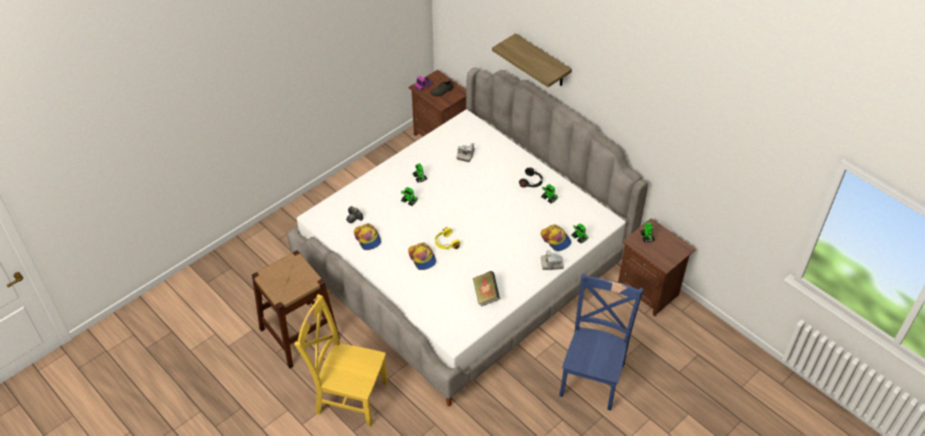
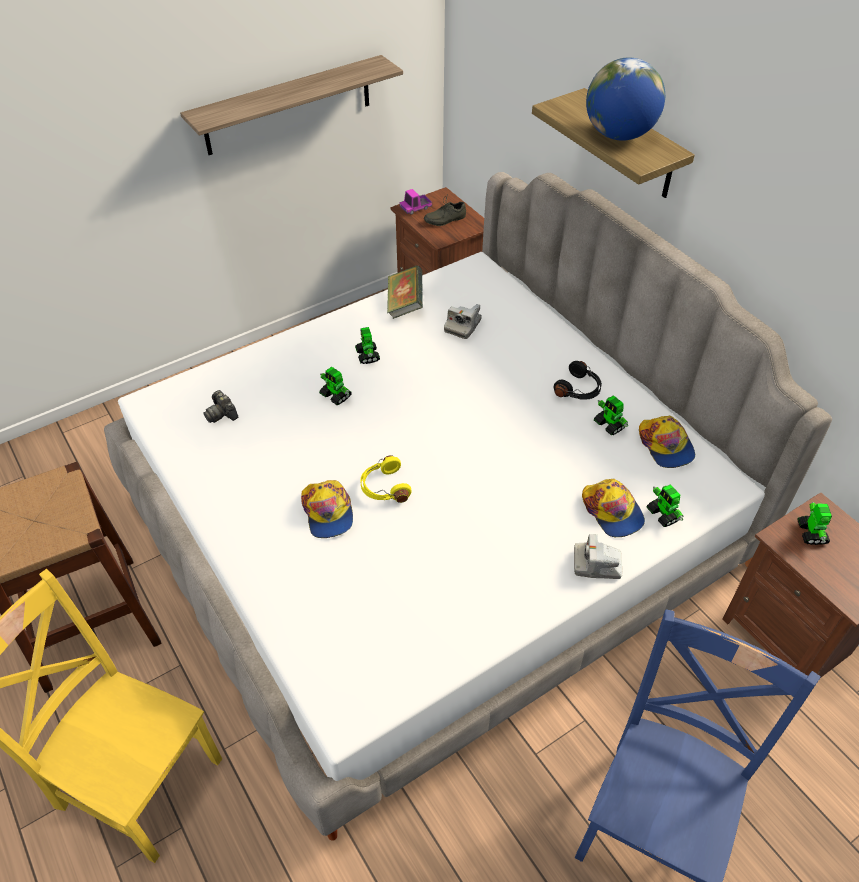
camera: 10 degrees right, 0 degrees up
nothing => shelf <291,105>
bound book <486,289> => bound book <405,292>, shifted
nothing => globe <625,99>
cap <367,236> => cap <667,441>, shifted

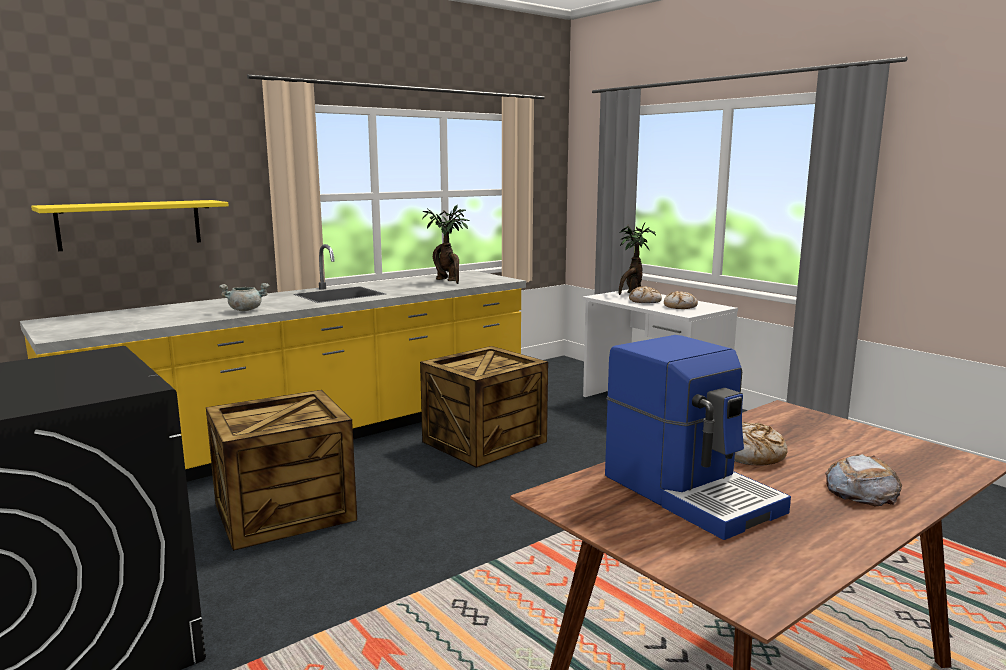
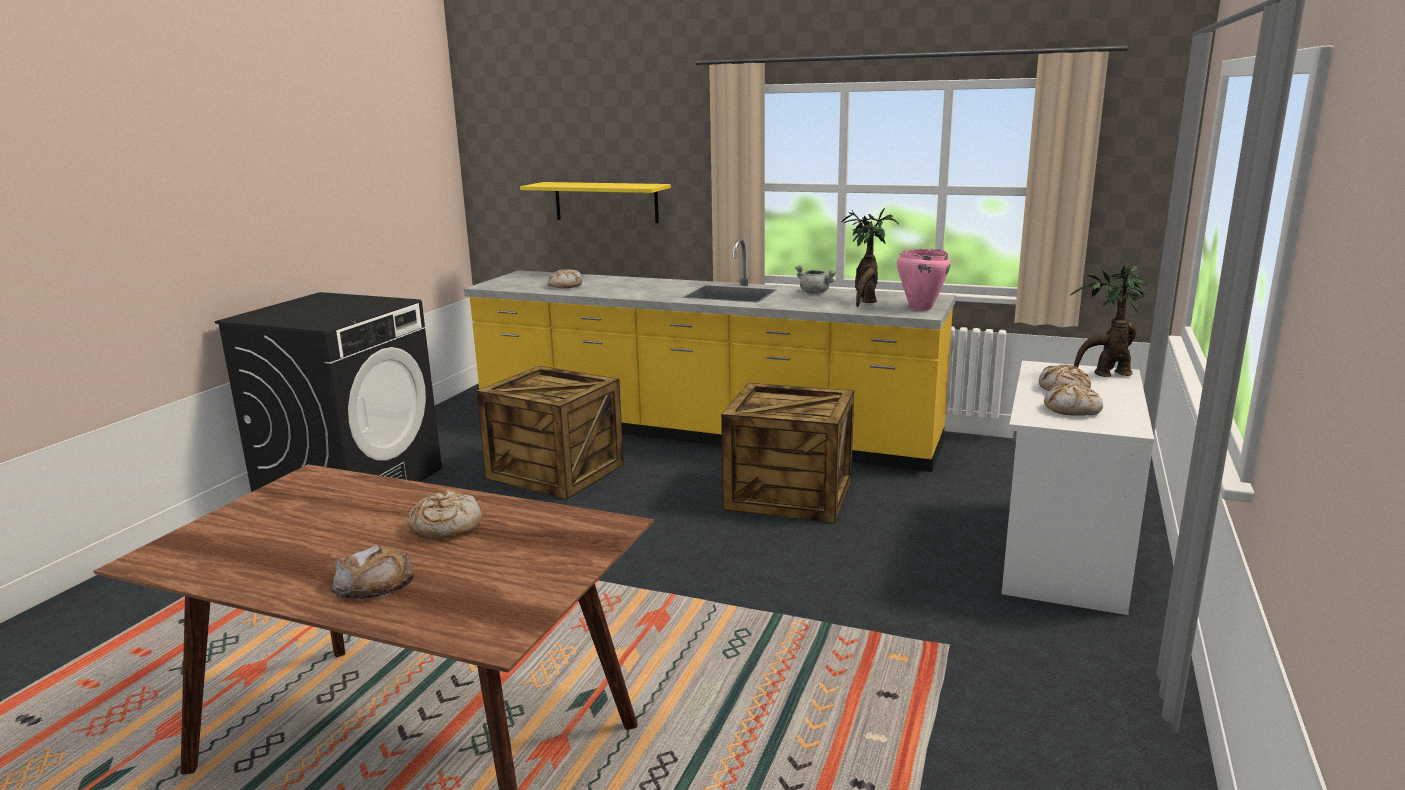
camera: 60 degrees right, 5 degrees up
nothing => bakery bread <565,278>
cooking pot/gray <244,297> => cooking pot/gray <816,279>, shifted
nothing => cooking pot/pink <924,280>
coffee machine <698,437> => nothing

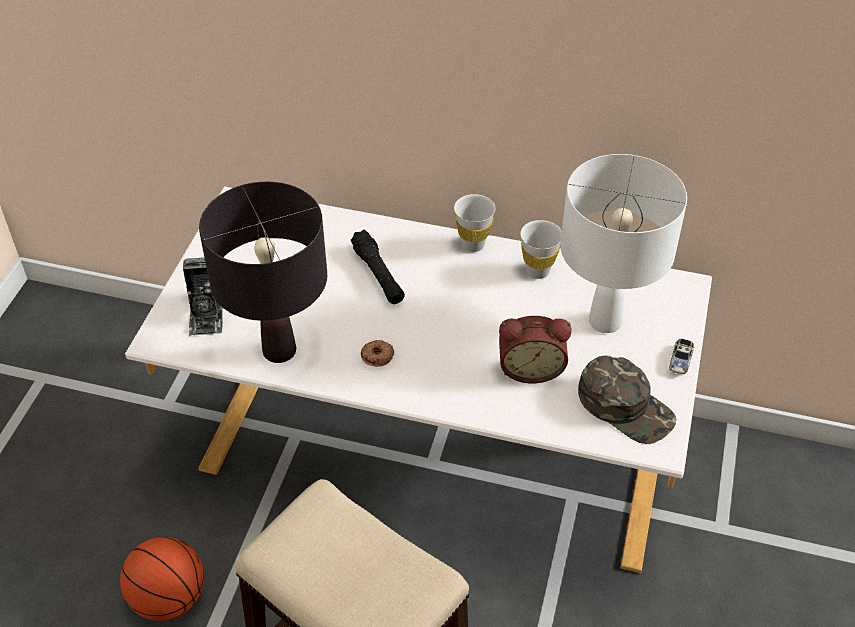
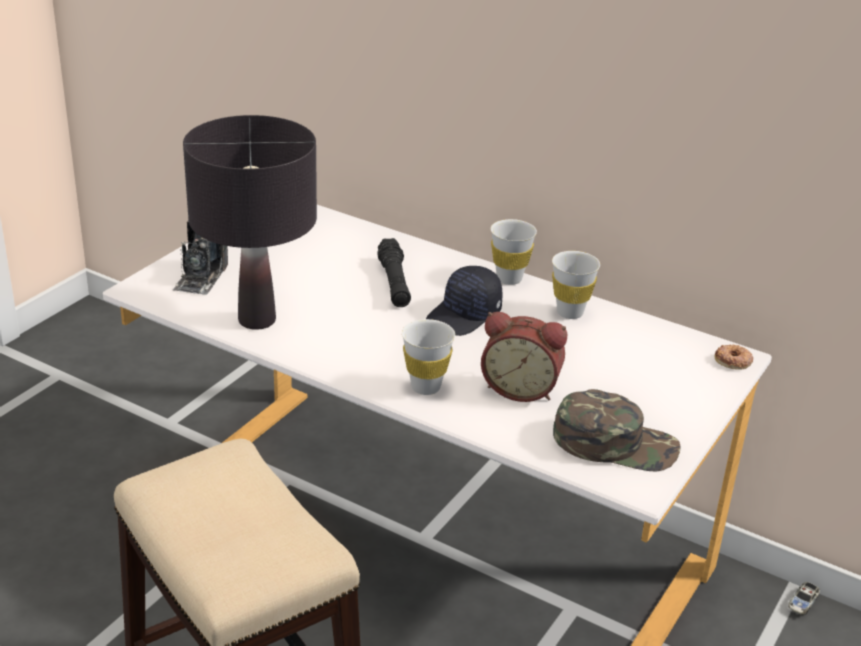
camera: 15 degrees right, 15 degrees down
nothing => drinking cup/whitish <428,357>
nothing => cap/black <464,301>
cap/green <627,399> => cap/green <617,430>, 45 degrees counterclockwise
ring doughnut <377,353> => ring doughnut <734,357>, shifted
miniature car <681,356> => miniature car <804,598>, shifted
ball for basketball <162,579> => nothing
tabletop lamp/whitish <623,243> => nothing

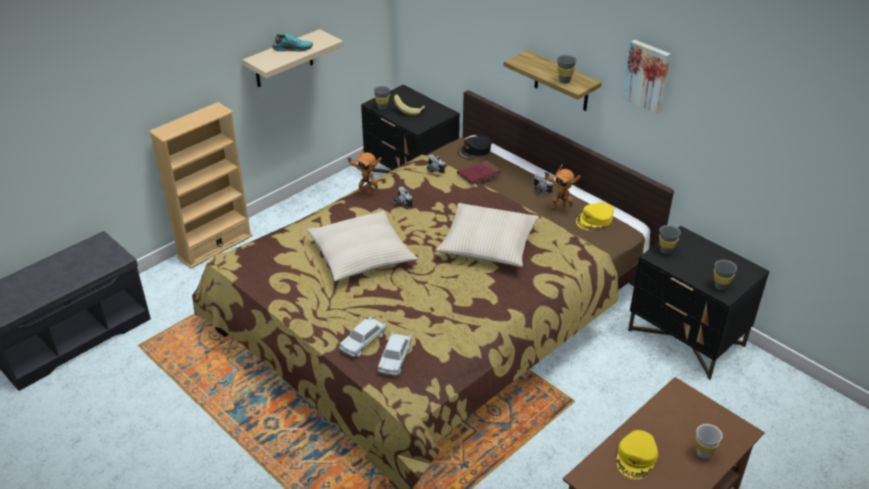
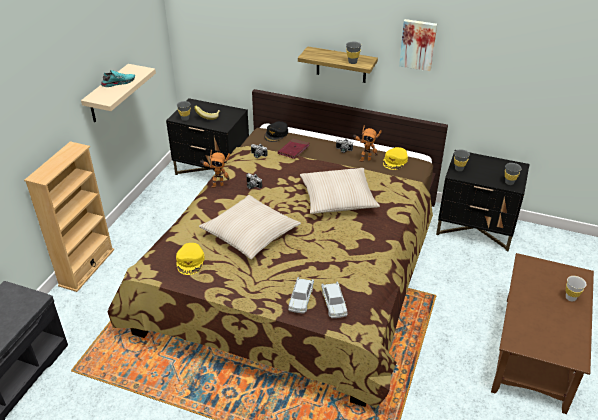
camera: 25 degrees left, 0 degrees up
cap/yellow-coloured <637,454> => cap/yellow-coloured <190,259>, shifted

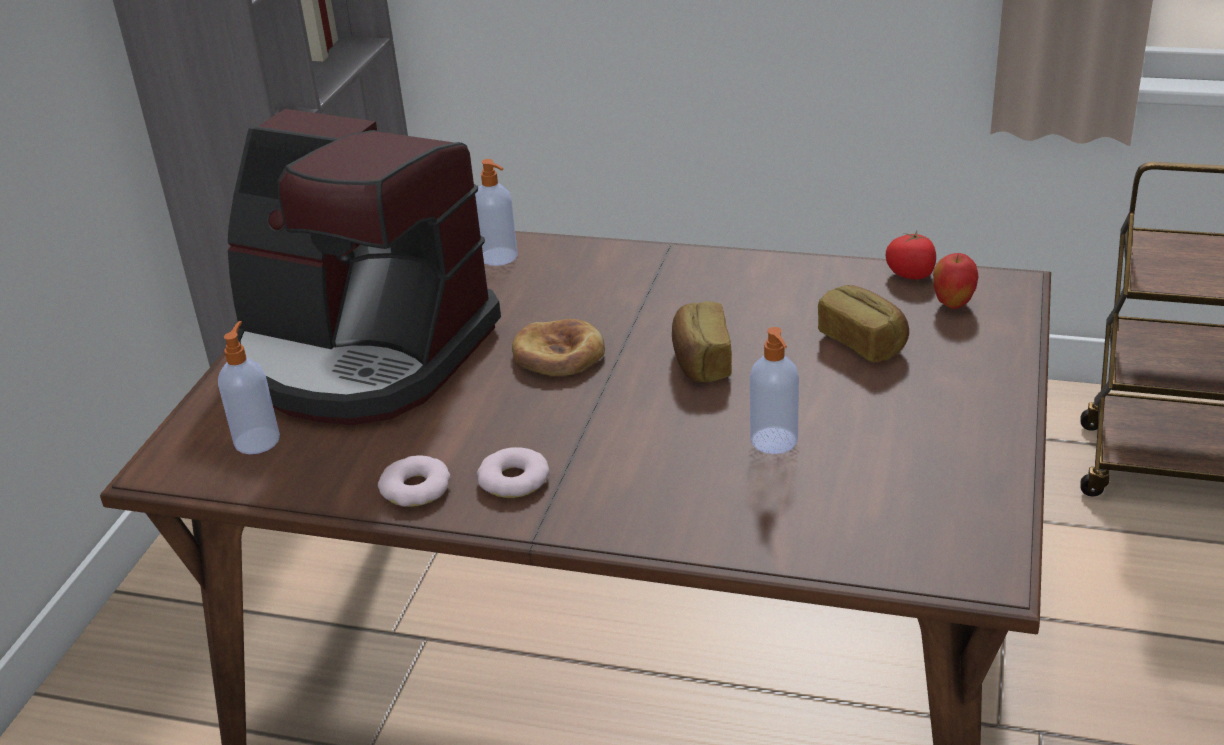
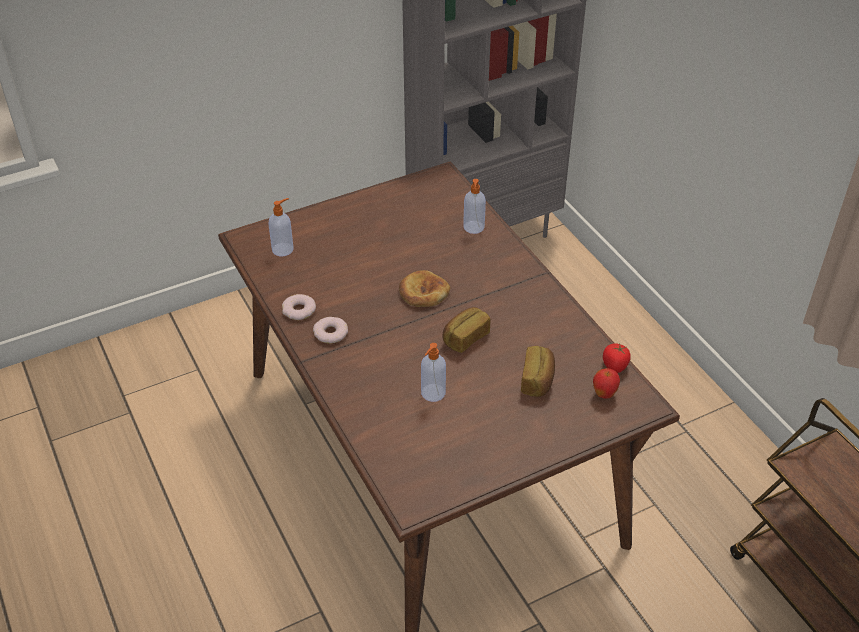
camera: 45 degrees right, 10 degrees up
coffee machine <363,267> => nothing

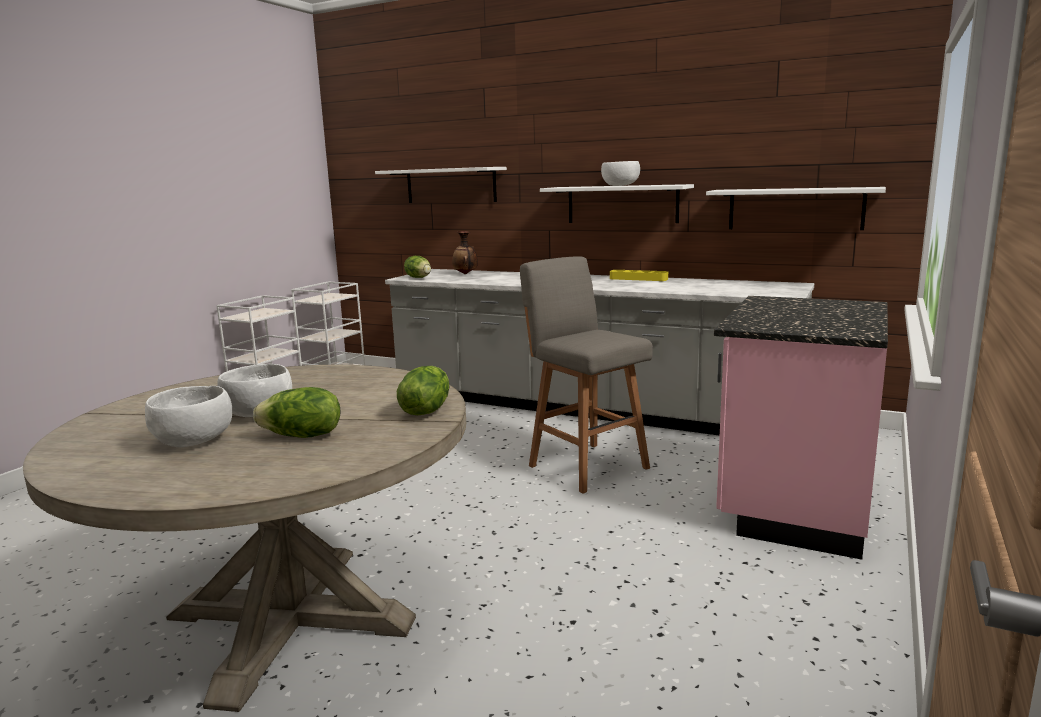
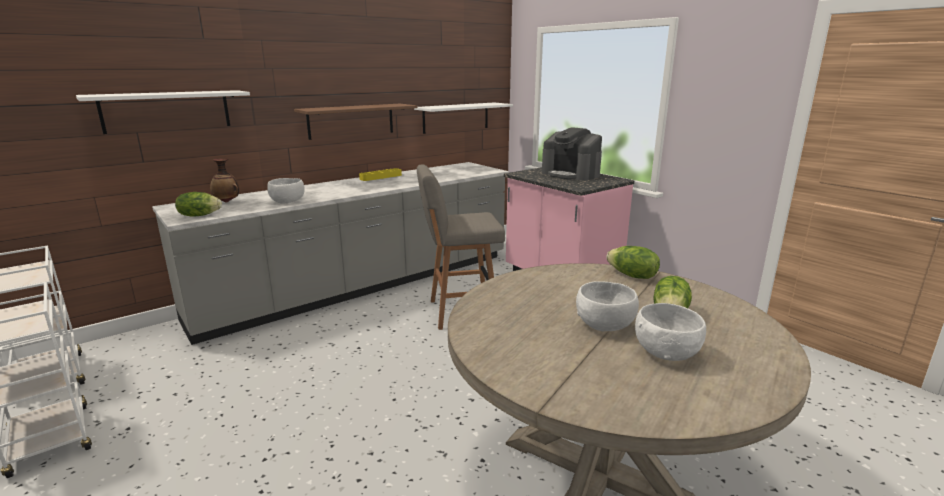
camera: 65 degrees left, 5 degrees up
serving bowl/whitish <620,173> => serving bowl/whitish <286,191>, shifted
shelf/whitish <617,203> => shelf/brownish <355,122>
nothing => coffee machine <572,154>

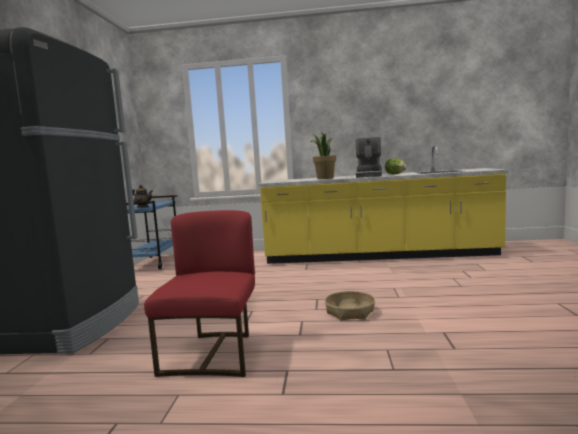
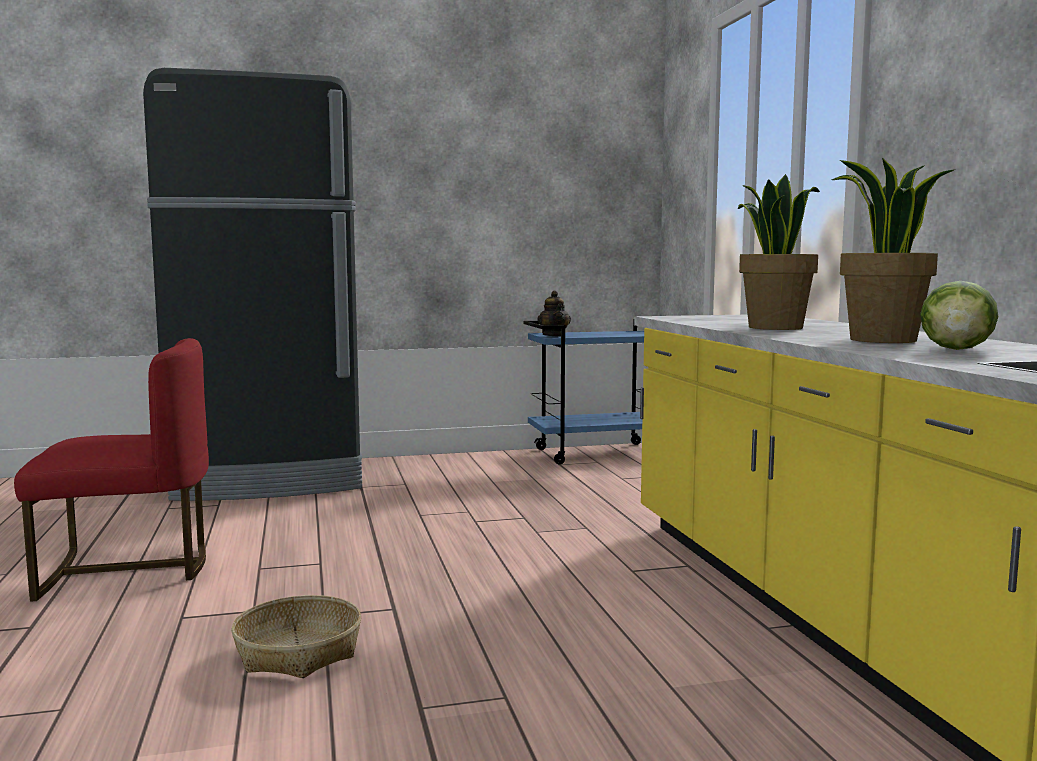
camera: 70 degrees right, 0 degrees up
coffee machine <369,157> => houseplant <893,250>

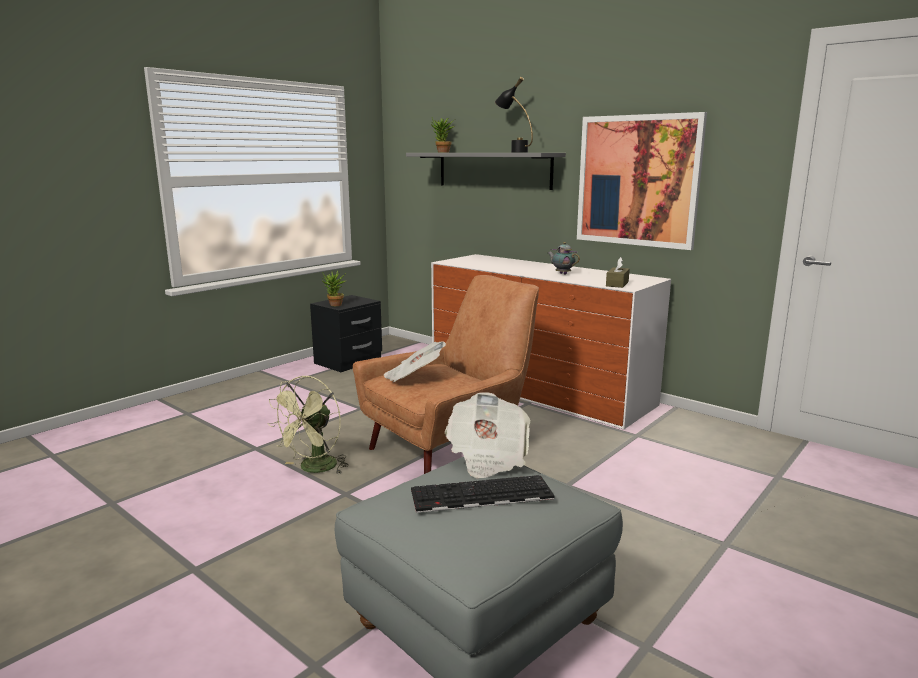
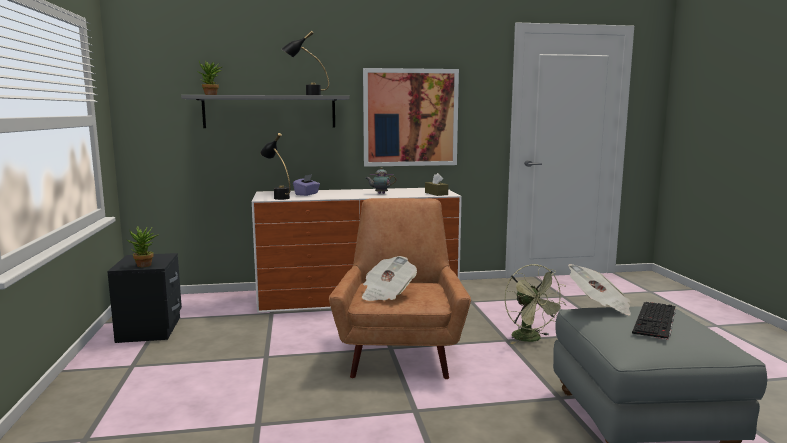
camera: 50 degrees left, 5 degrees down
nothing => tabletop lamp/black <275,166>
nothing => tissue box/purple-coloured <306,185>
fan/green <308,425> => fan/green <535,304>, shifted

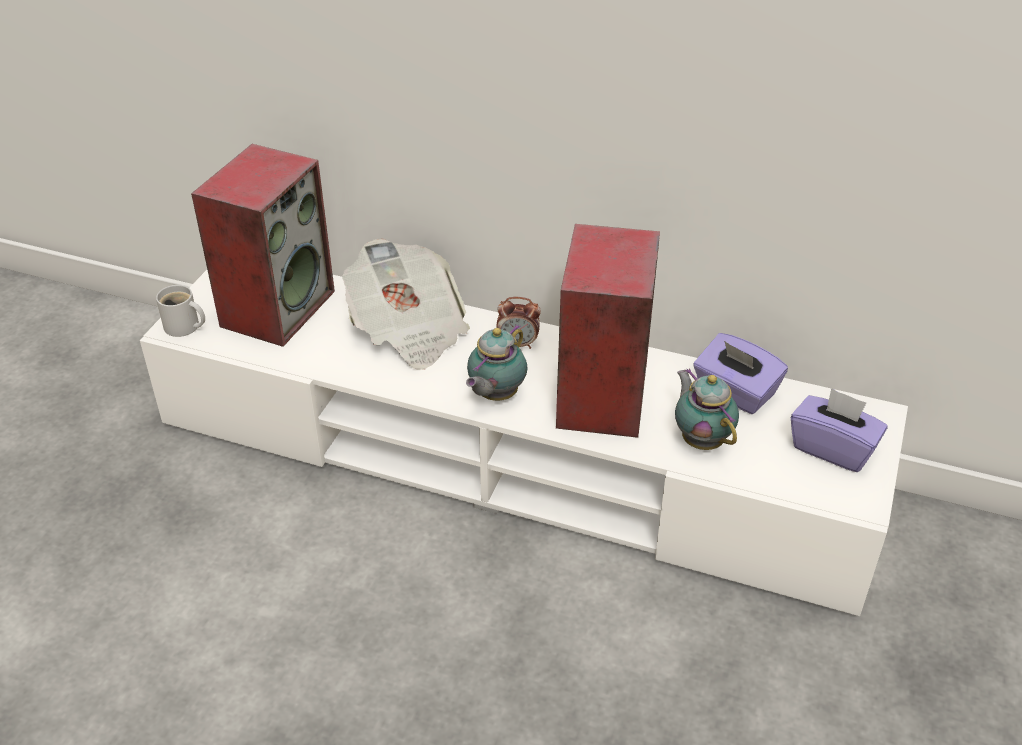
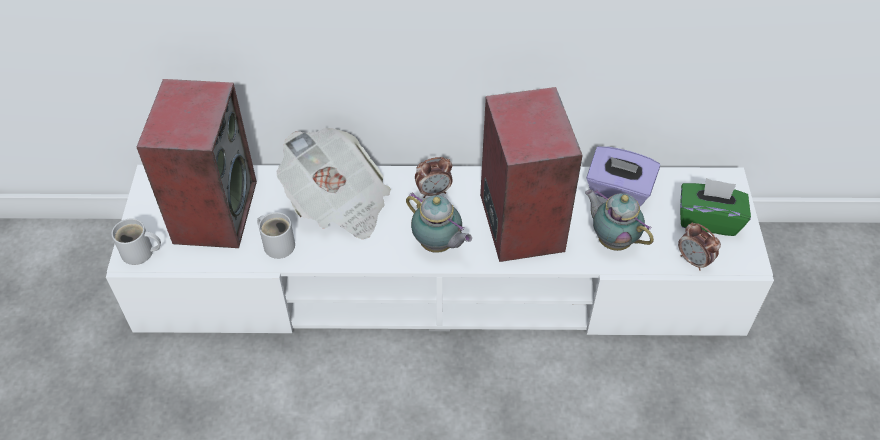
camera: 20 degrees left, 10 degrees up
nothing => coffee mug/whitish <276,235>
teapot <496,362> => teapot <439,222>, 60 degrees counterclockwise
nothing => alarm clock <699,247>
tissue box/purple-coloured <839,430> => tissue box/green <715,207>

